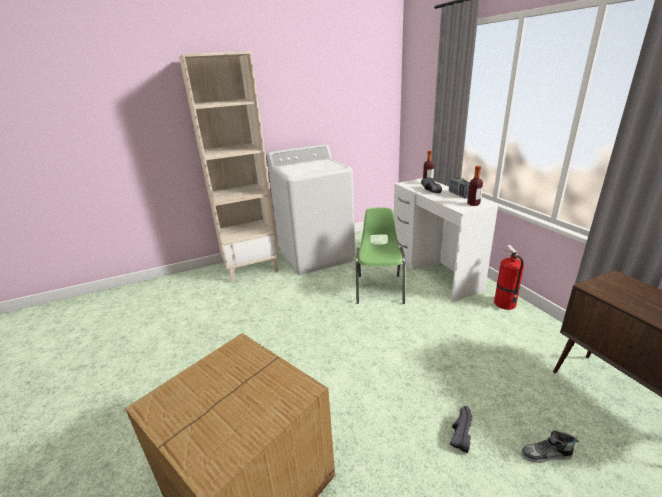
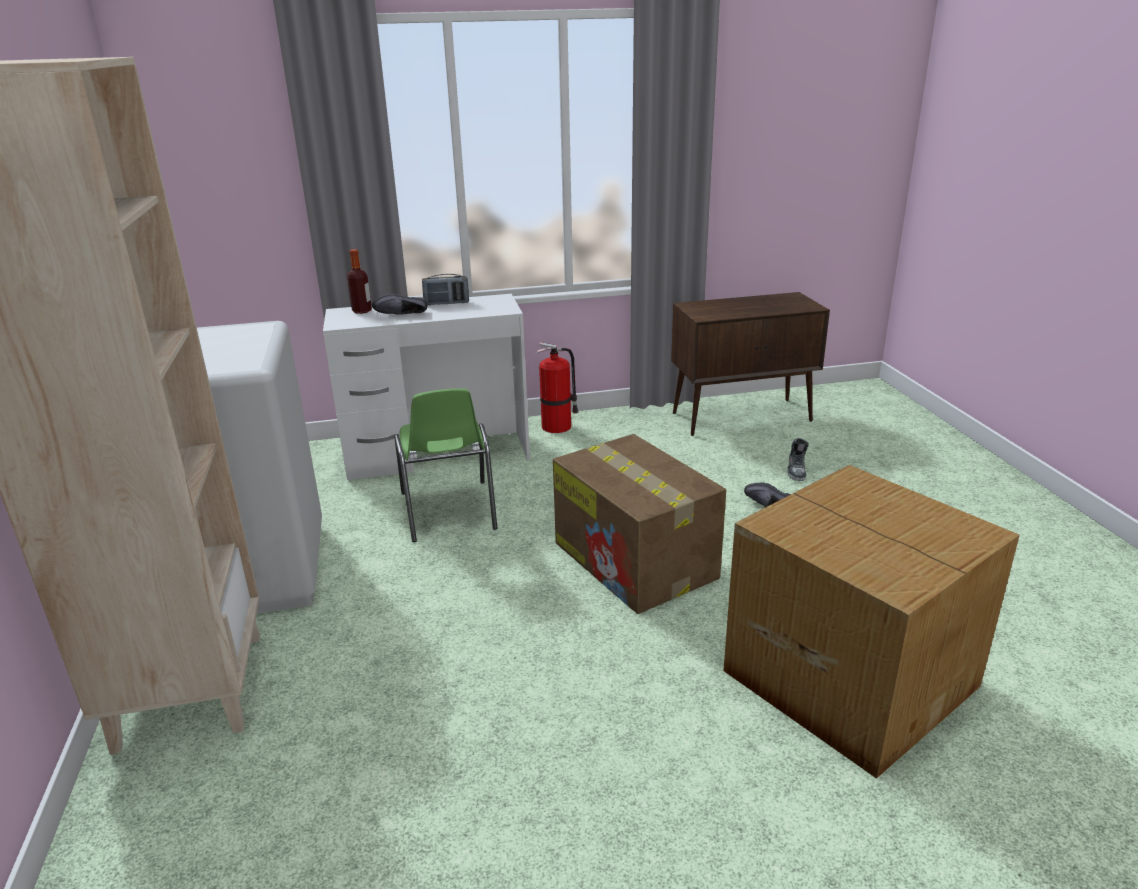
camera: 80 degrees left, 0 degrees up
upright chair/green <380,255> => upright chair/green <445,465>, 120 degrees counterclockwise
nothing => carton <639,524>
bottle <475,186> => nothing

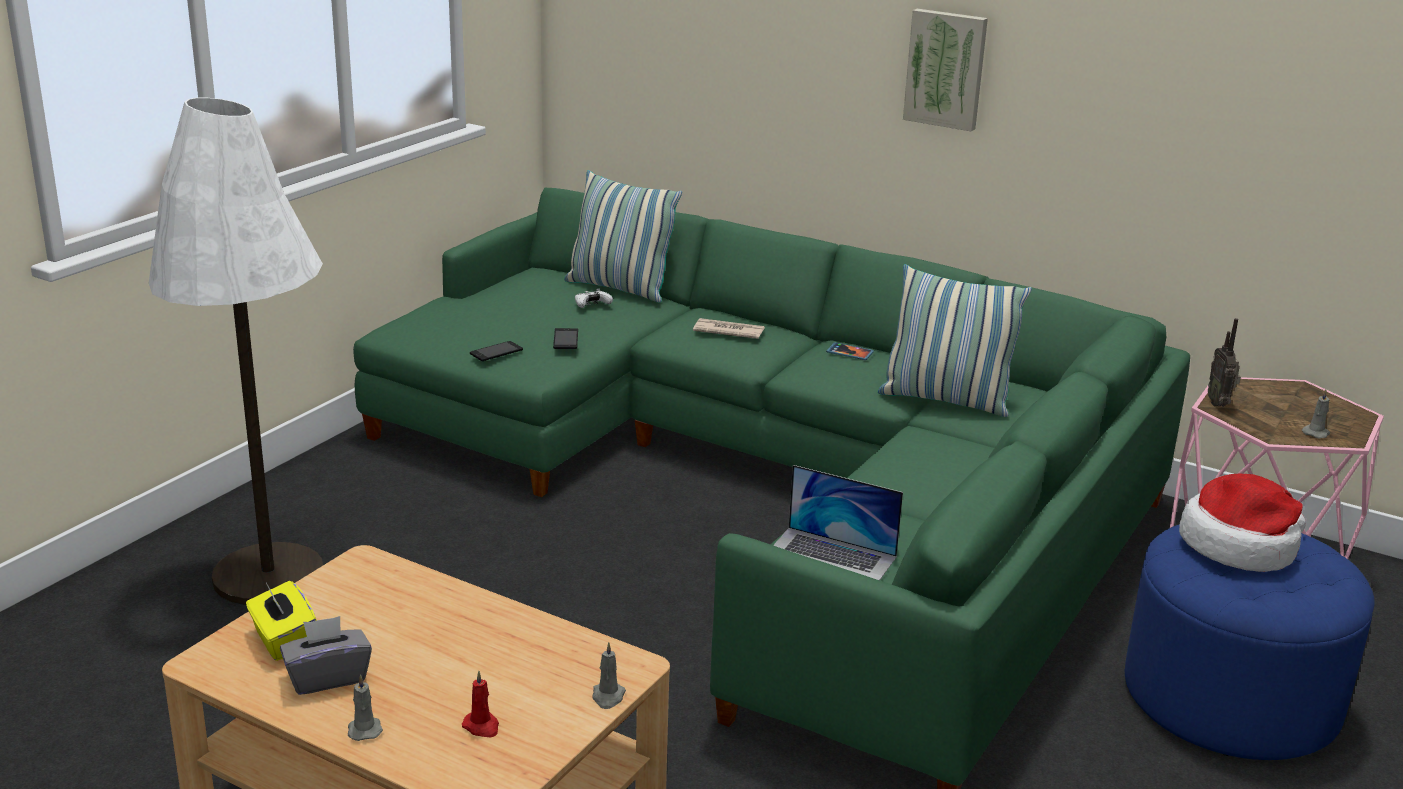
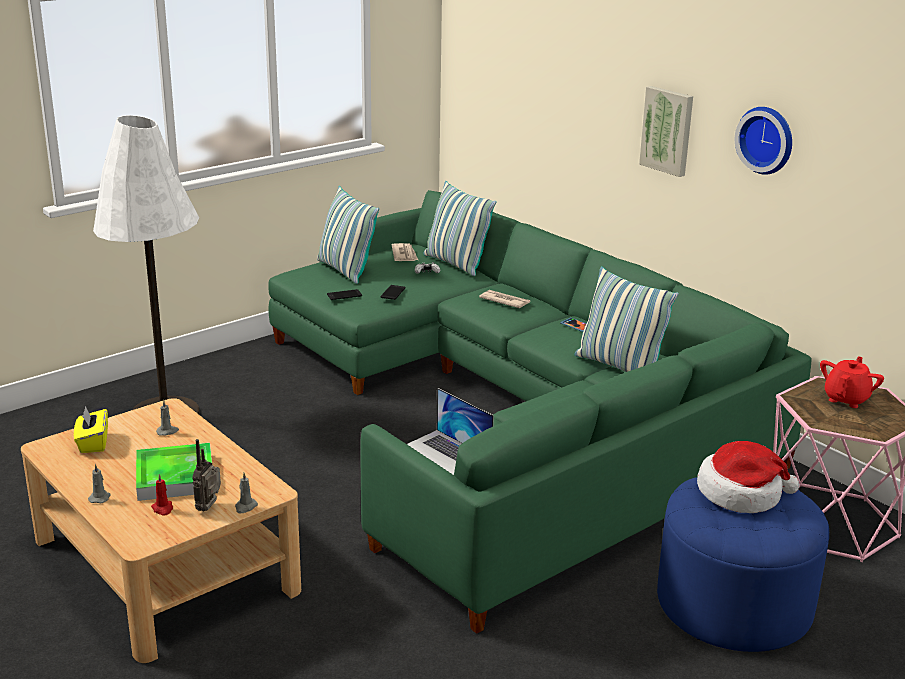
camera: 20 degrees right, 0 degrees up
nothing => serving tray <174,472>
candle/gray <1316,414> => candle/gray <167,418>, shifted
radio <1224,362> => radio <206,475>, shifted
nothing => cushion <348,235>
nothing => newspaper <405,252>
nothing => clock on the wall <763,141>
nothing => teapot/reddish <852,382>
tissue box/gray <326,655> => nothing

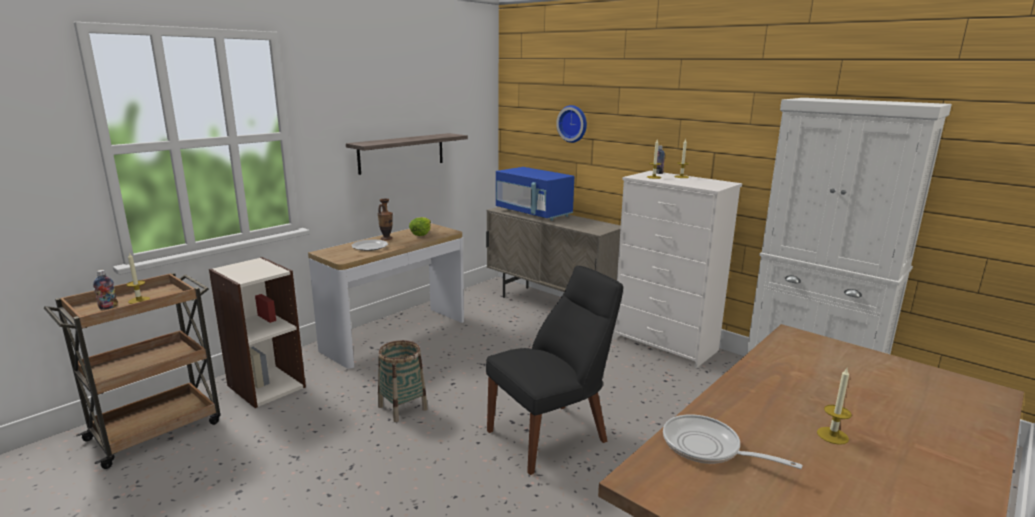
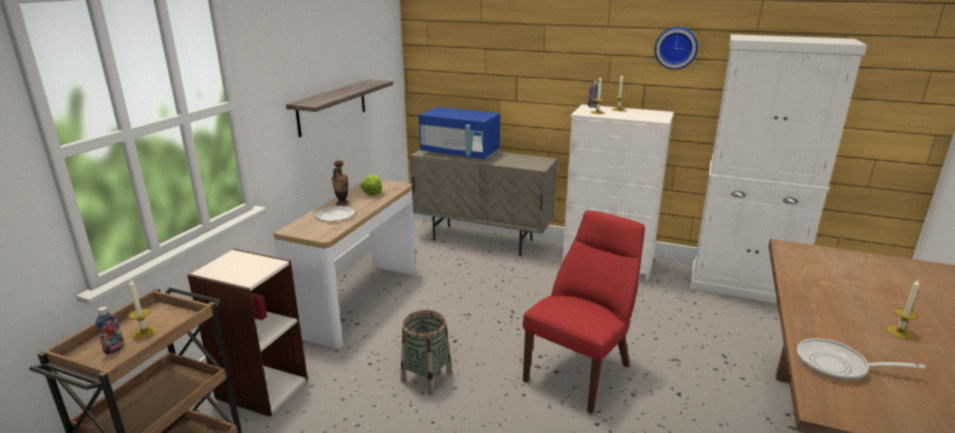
camera: 20 degrees left, 5 degrees up
upright chair/black <554,370> => upright chair/reddish <584,312>
clock on the wall <571,124> => clock on the wall <676,48>, shifted

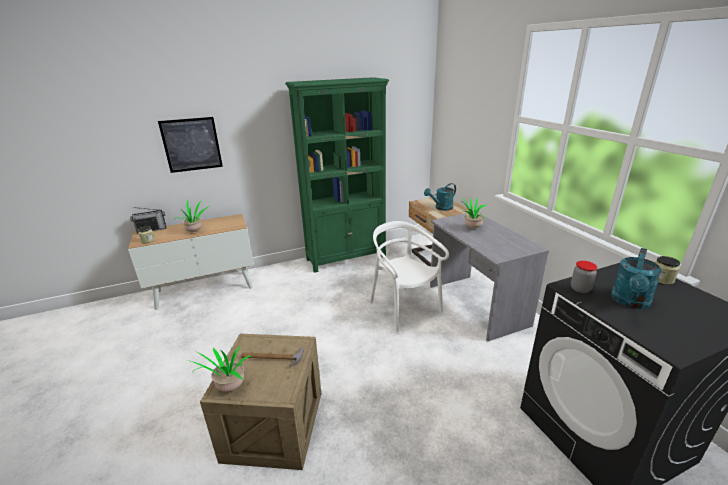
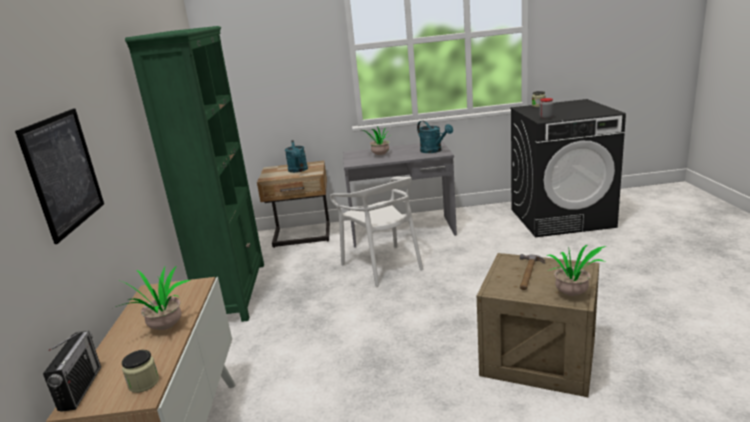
camera: 70 degrees left, 5 degrees down
upright chair/whitish <409,277> => upright chair/whitish <376,232>, 105 degrees counterclockwise
watering can/turquoise <636,278> => watering can/turquoise <435,137>, shifted

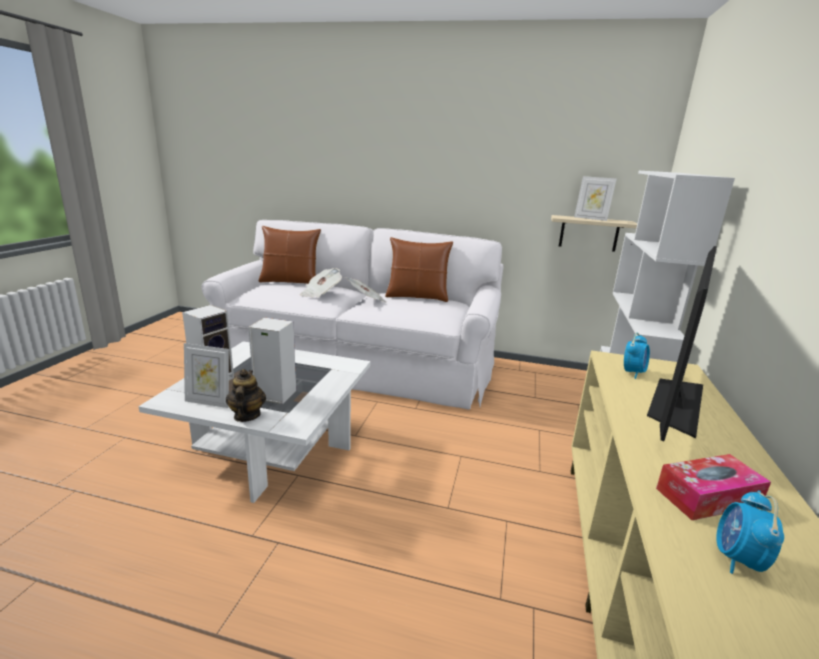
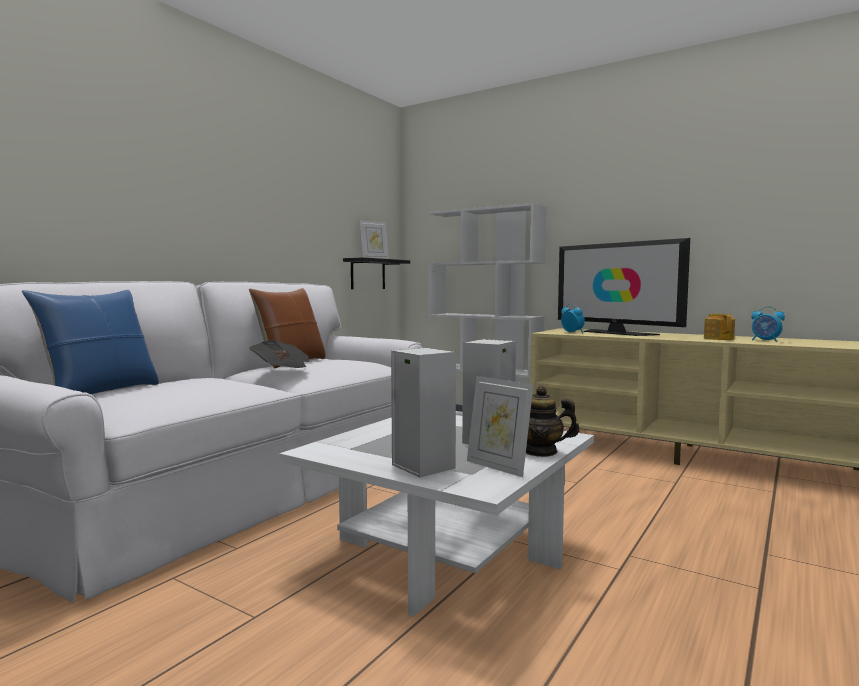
camera: 70 degrees left, 15 degrees down
cushion/brownish <290,255> => cushion/bluish <90,342>
shelf/sand-coloured <594,233> => shelf/black <376,273>
standing frame <206,375> => standing frame <500,426>, 105 degrees clockwise
tissue box <713,487> => teapot <719,327>
newspaper <321,282> => nothing

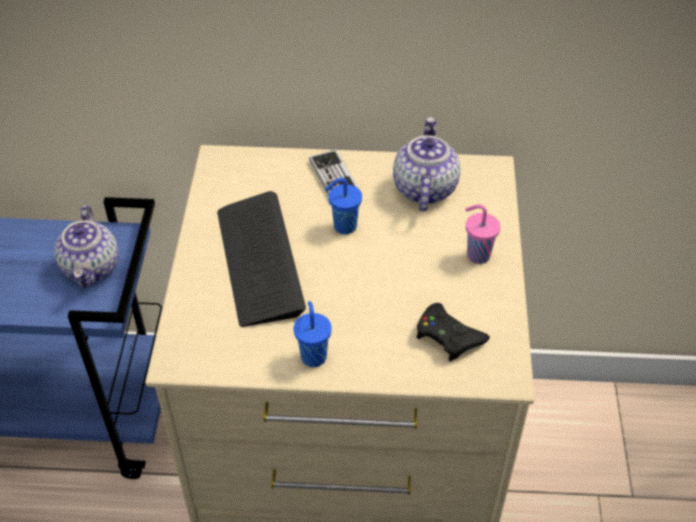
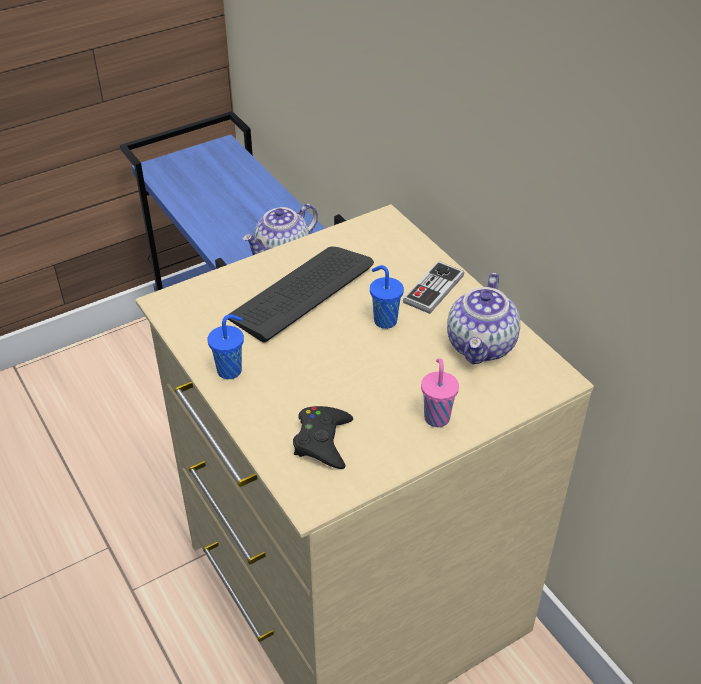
camera: 55 degrees right, 5 degrees down
teapot <426,164> => teapot <483,318>, 135 degrees clockwise

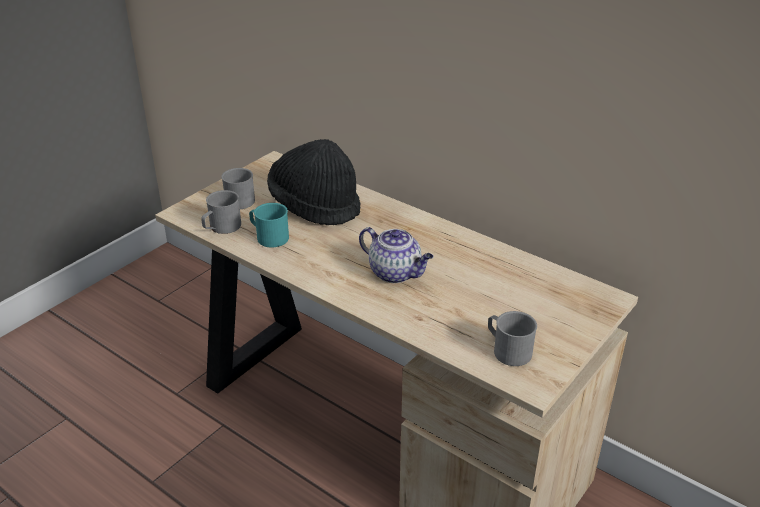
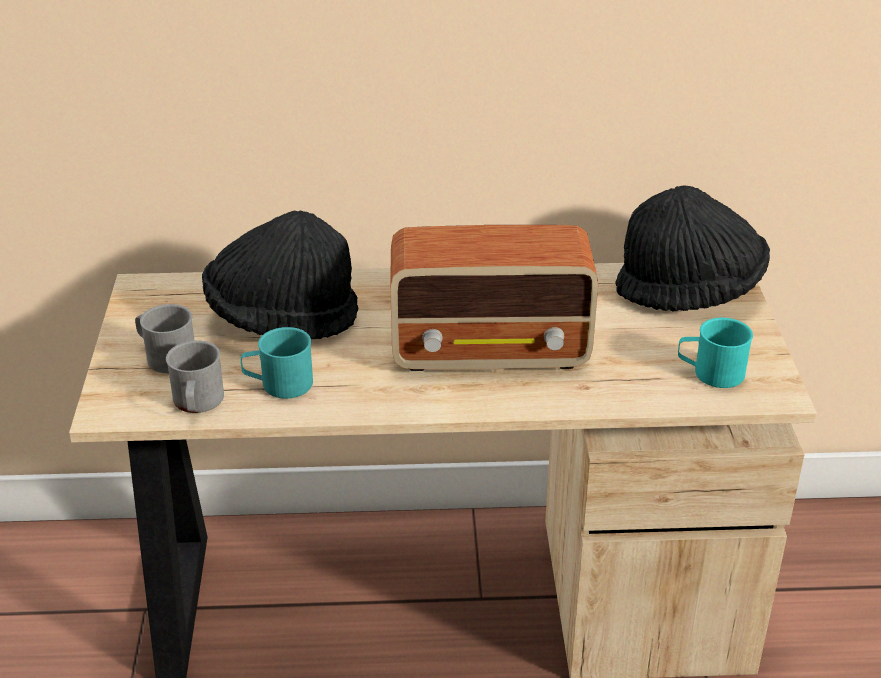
camera: 40 degrees left, 0 degrees up
teapot <396,255> => radio <494,298>
nothing => wearable hat/black <692,248>
coffee mug/gray <512,338> => coffee mug/turquoise <715,353>

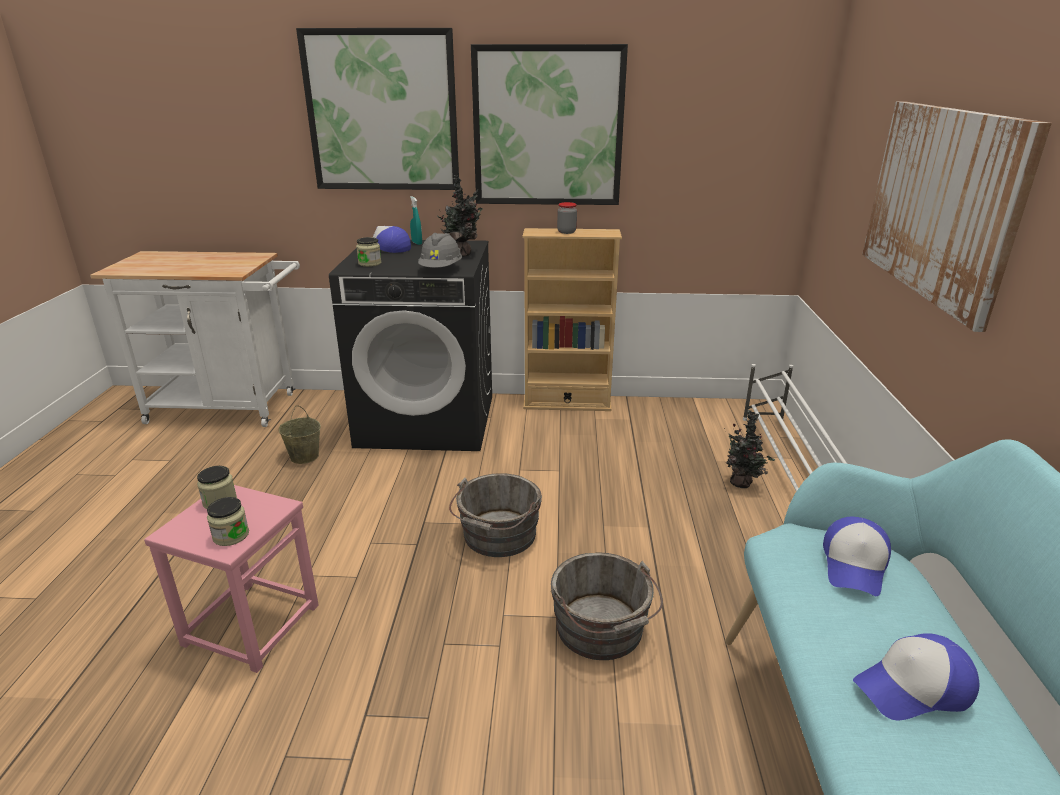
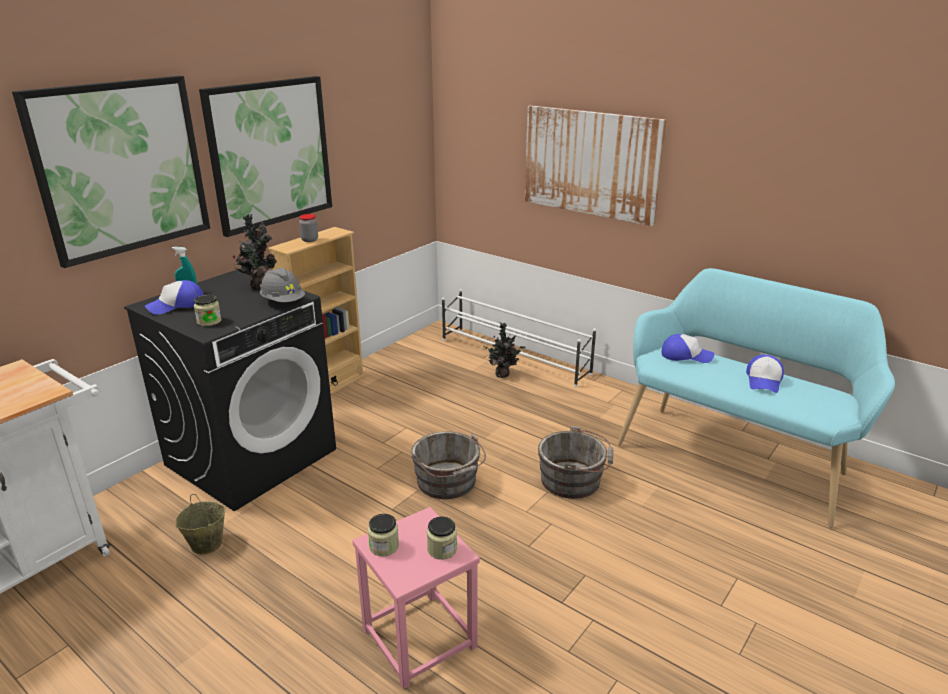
camera: 55 degrees left, 0 degrees up
cap <857,556> => cap <688,348>, 45 degrees counterclockwise

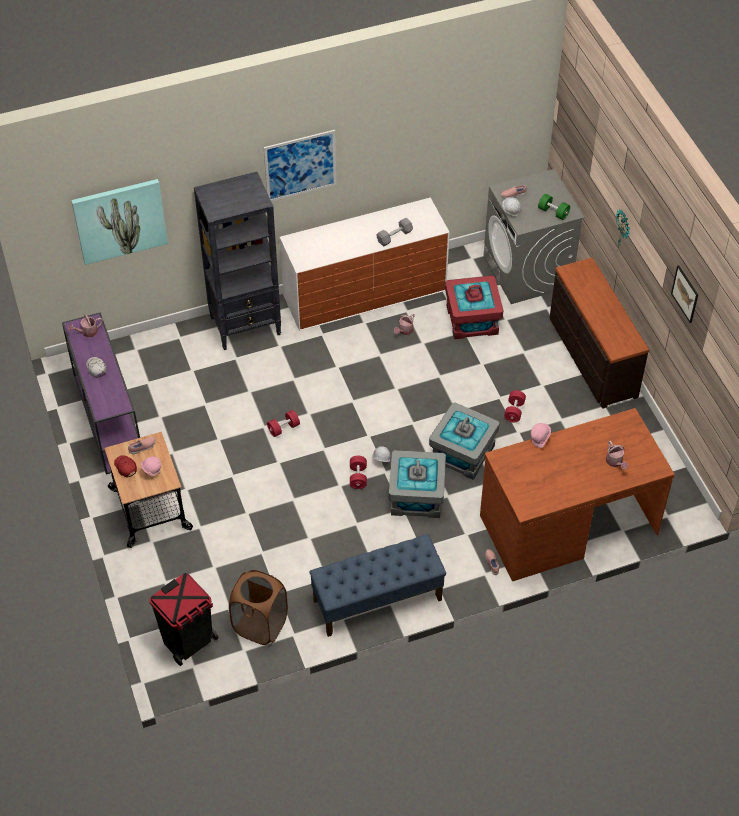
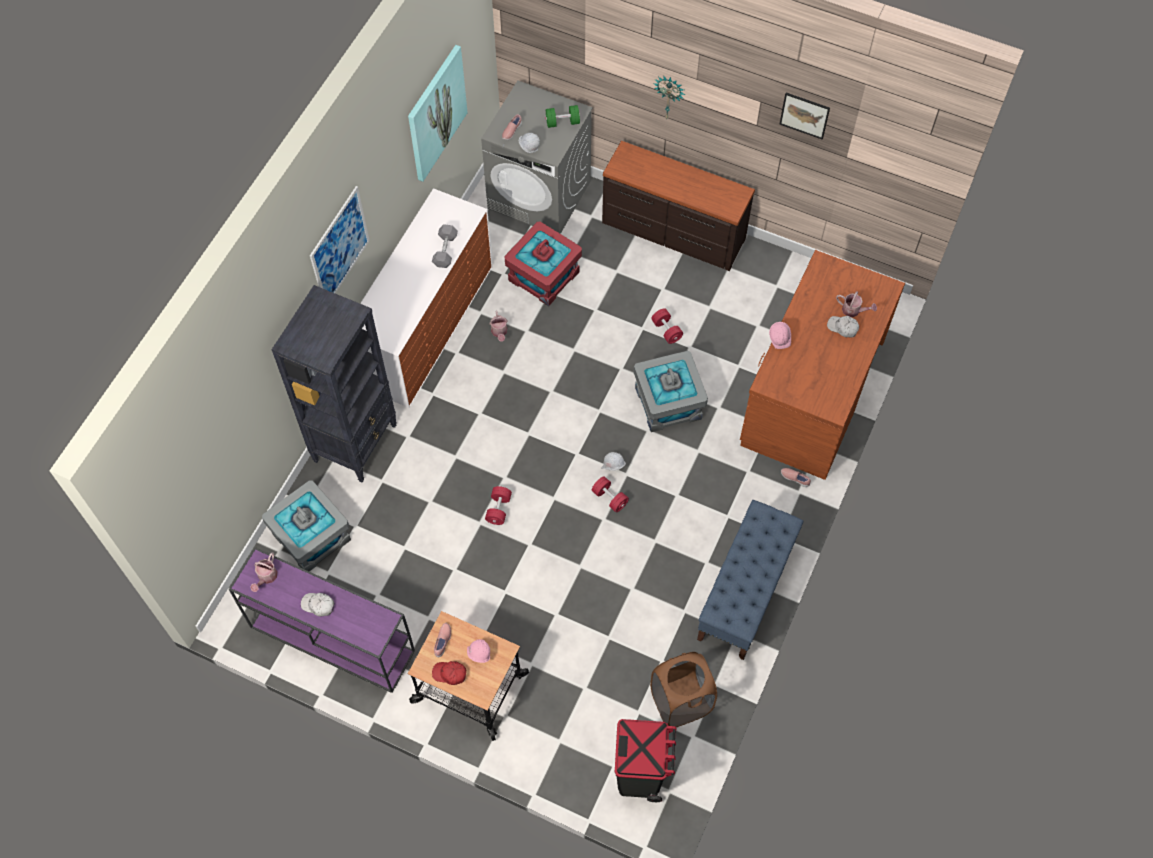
camera: 45 degrees left, 10 degrees up
storage bin/gray <417,484> => storage bin/gray <306,526>, shifted
picture <119,222> => picture <438,113>, shifted
nothing => cap/whitish <843,327>

